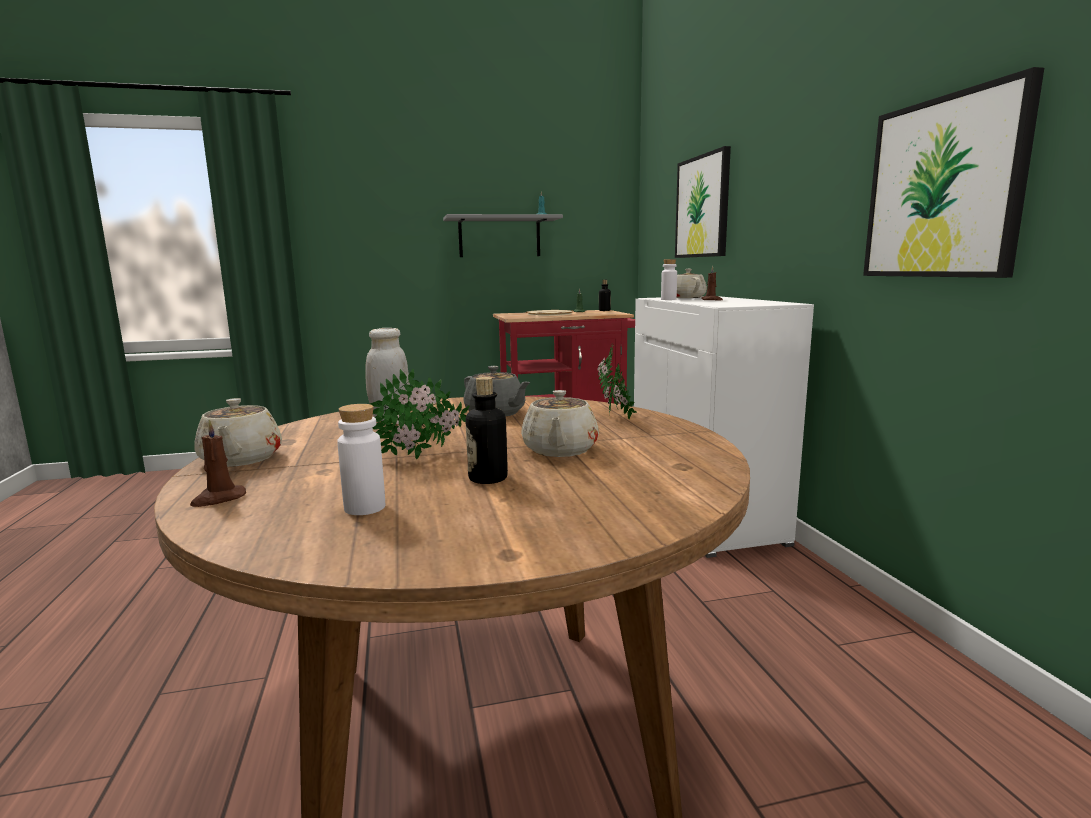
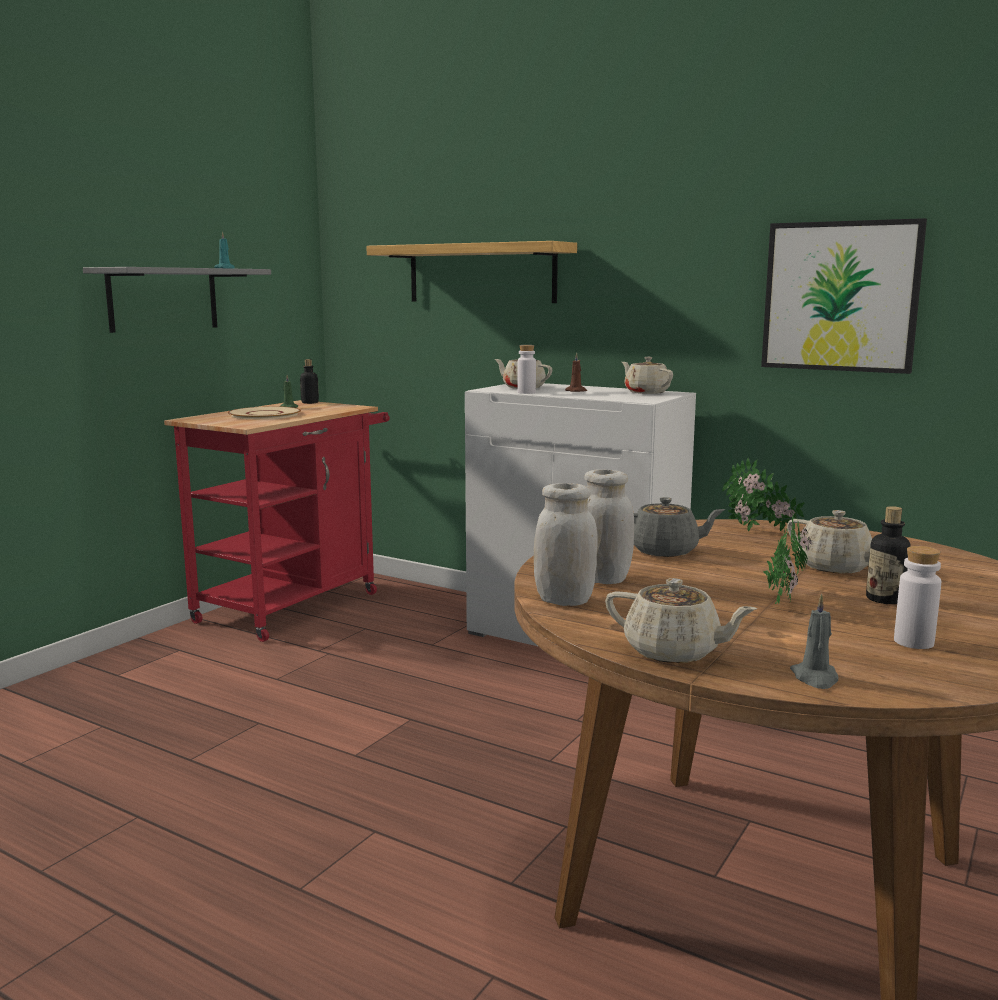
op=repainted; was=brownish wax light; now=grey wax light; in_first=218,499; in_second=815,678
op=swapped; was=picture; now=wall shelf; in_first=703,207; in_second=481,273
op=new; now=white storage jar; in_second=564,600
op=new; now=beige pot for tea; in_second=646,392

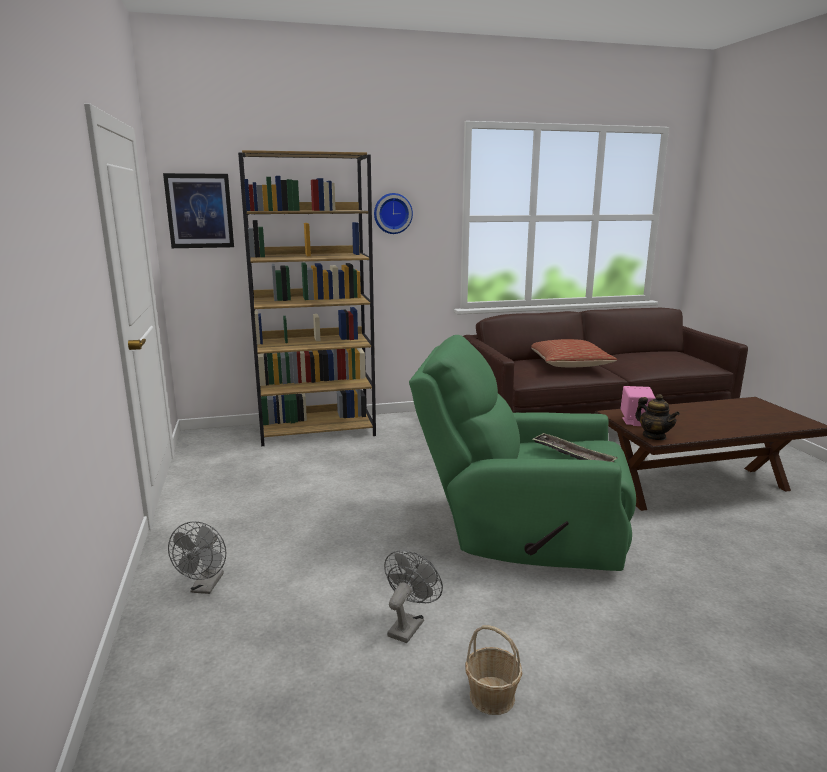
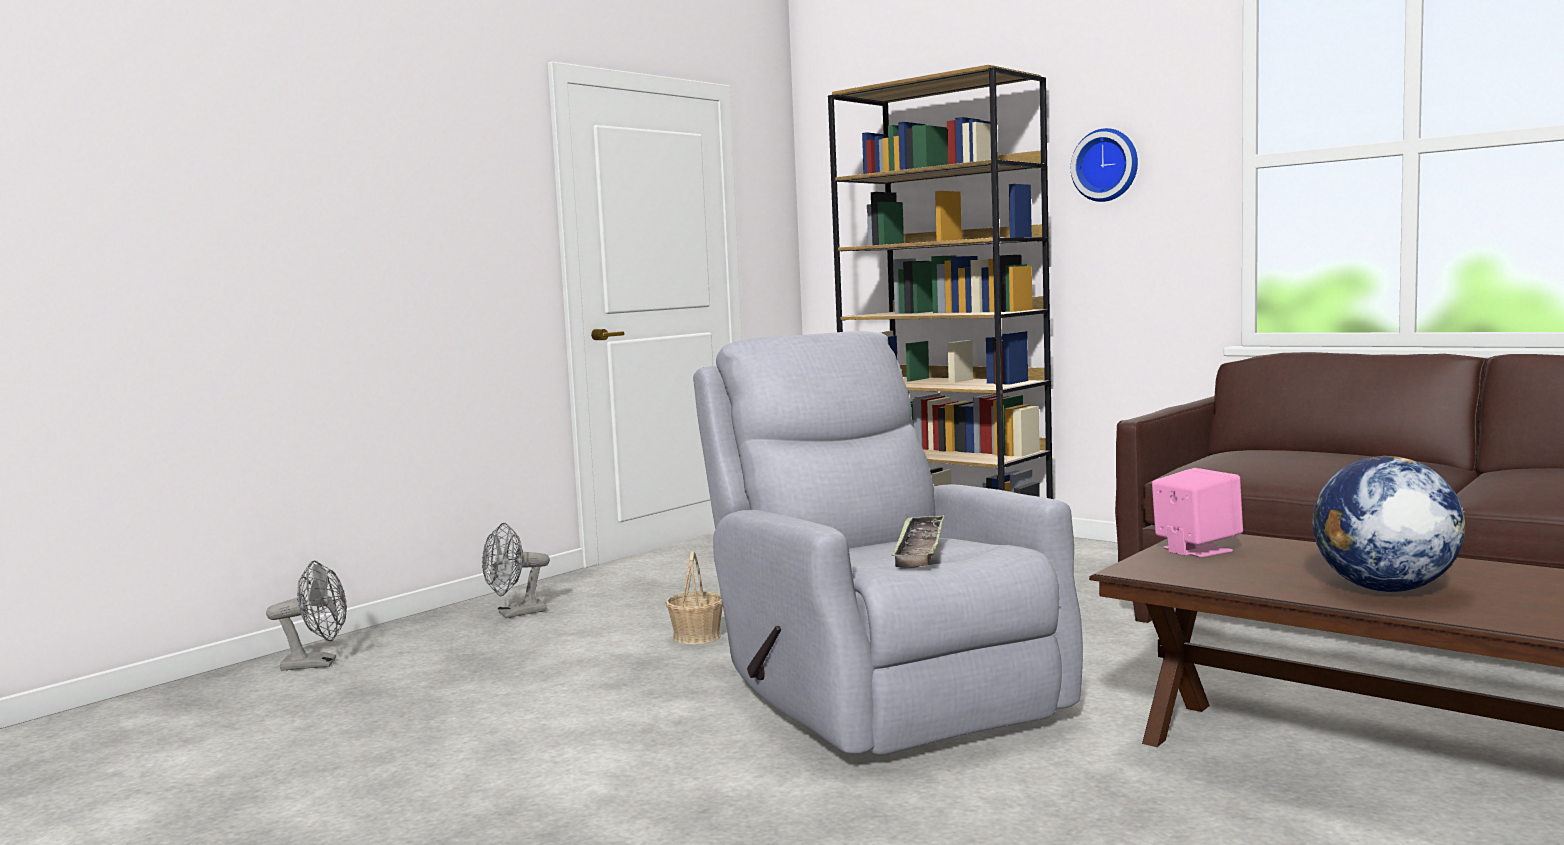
op=gone; was=picture; in_first=199,211
op=shifted; was=grey cooling fan; in_first=408,625; in_second=318,664
op=repainted; was=green lounge chair; now=grey lounge chair; in_first=520,533; in_second=878,690
op=shifted; was=basket; in_first=492,696; in_second=697,637
op=gone; was=throw pillow; in_first=569,364
op=gone; was=pot for tea; in_first=654,436
op=new; now=world globe; in_second=1384,589

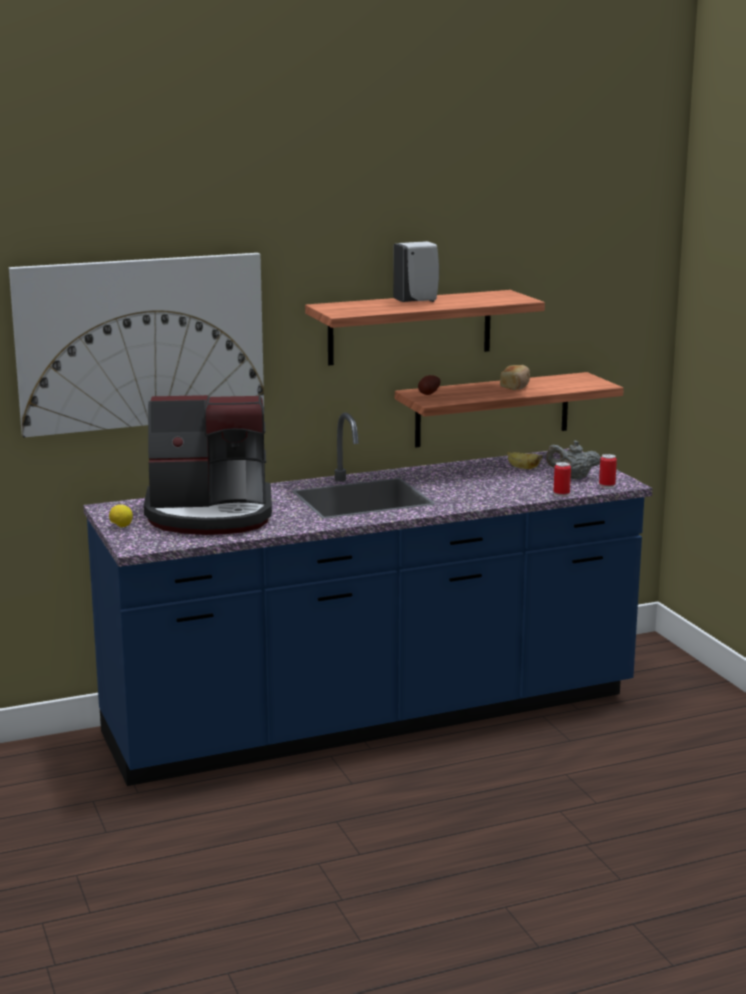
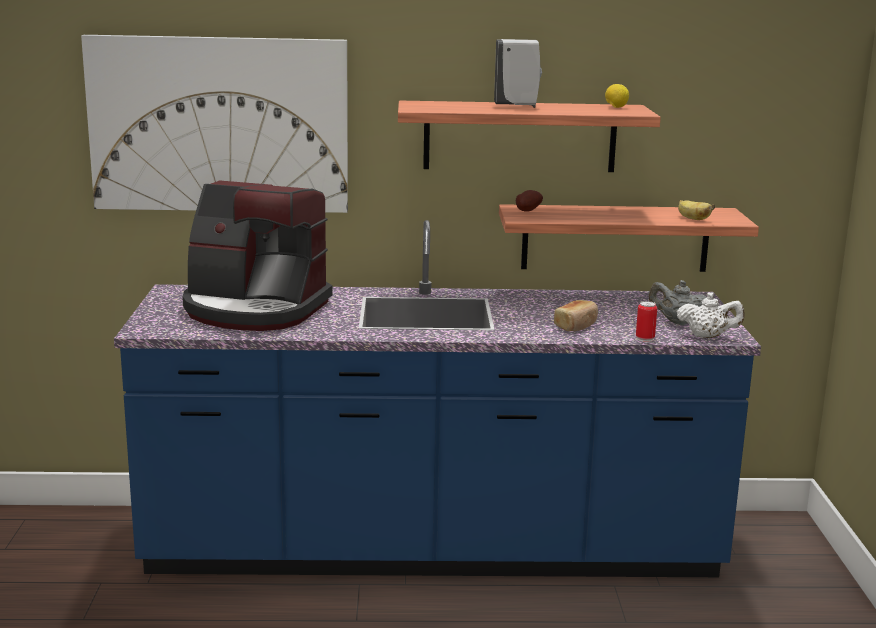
op=shifted; was=lemon; in_first=121,526; in_second=616,107
op=shifted; was=bread; in_first=515,386; in_second=576,325
op=shifted; was=whole banana; in_first=522,468; in_second=692,219
op=swapped; was=sealed can; now=white pot for tea; in_first=607,486; in_second=708,336

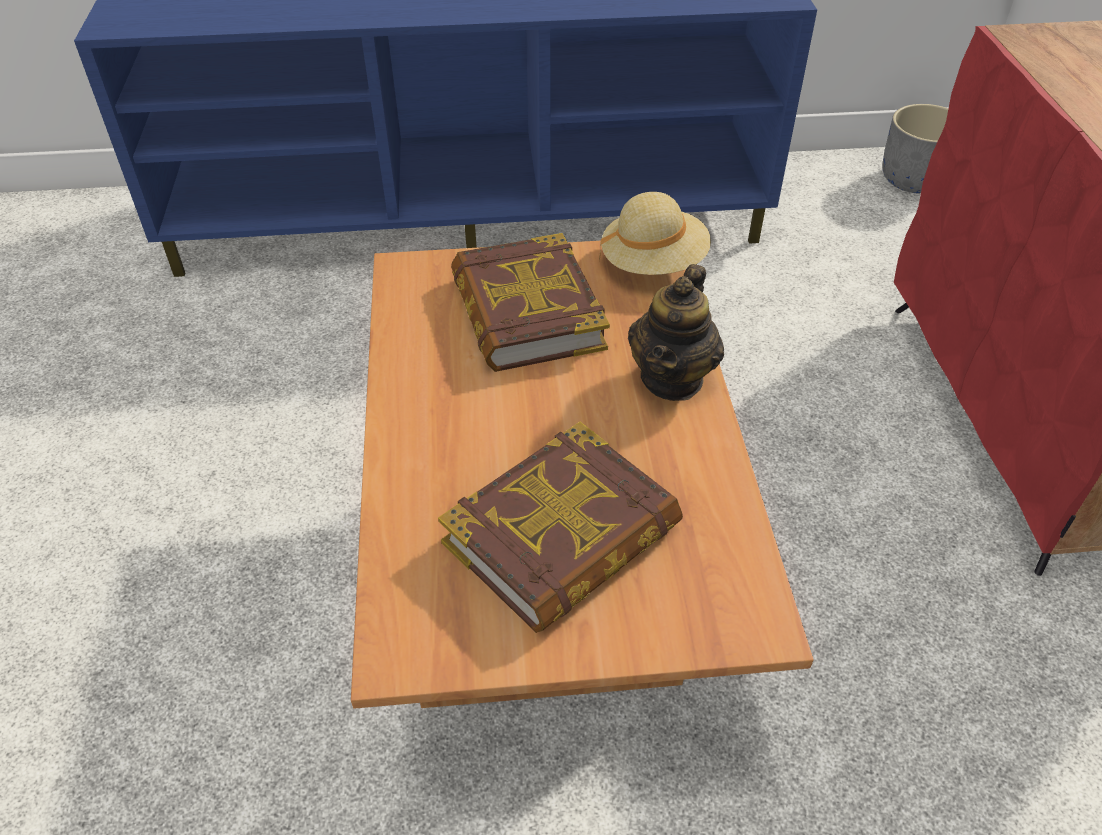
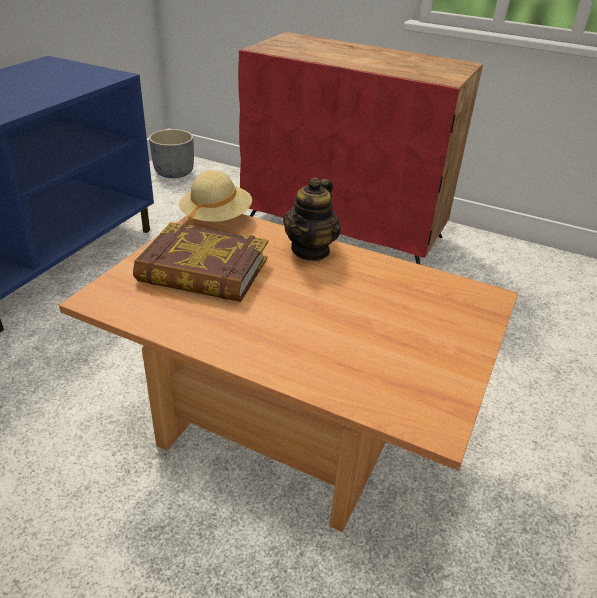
op=gone; was=bound book; in_first=562,536
op=rotated; was=pot for tea; in_first=672,378; in_second=311,250; clockwise=60

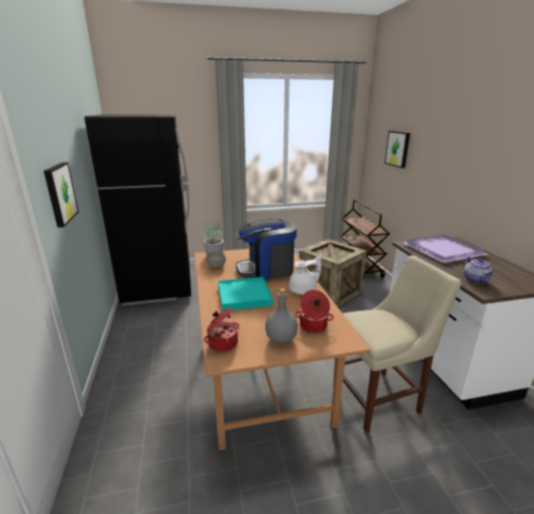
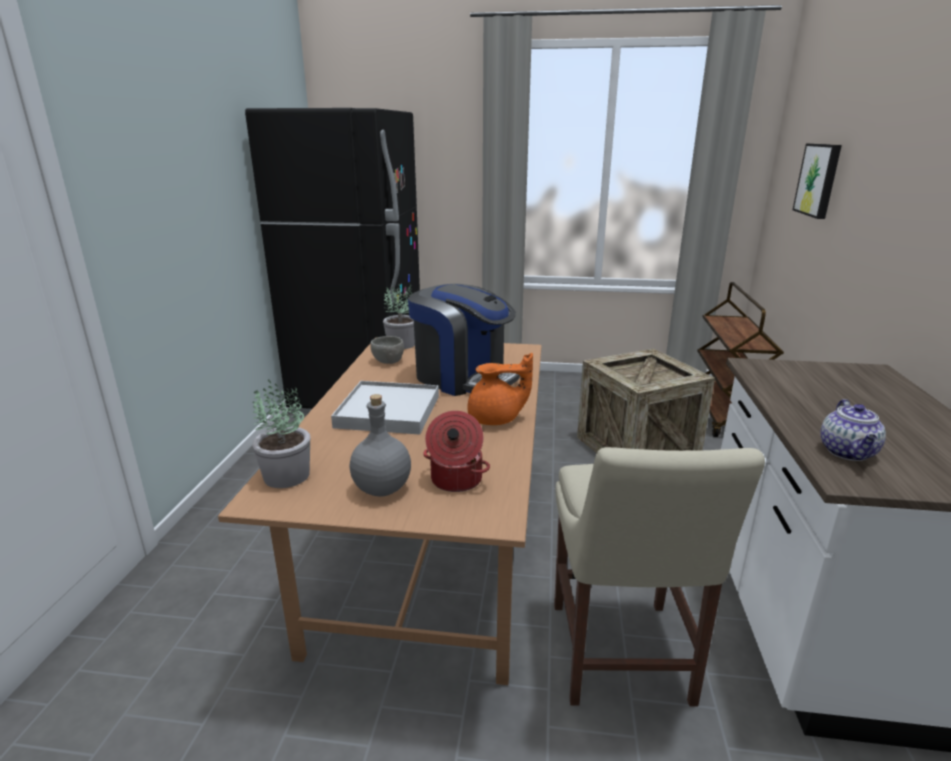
op=gone; was=picture; in_first=59,193
op=swapped; was=saucepot; now=plant in a pot; in_first=222,343; in_second=285,475
op=repainted; was=turquoise-coloured tray; now=white tray; in_first=244,296; in_second=388,411
op=rotated; was=coffee maker; in_first=266,270; in_second=463,377; clockwise=-150
op=repainted; was=white pot for tea; now=orange pot for tea; in_first=304,290; in_second=496,419
op=rotated; was=beige upright chair; in_first=379,398; in_second=620,658; clockwise=90
op=gone; was=purple-coloured tray; in_first=442,251

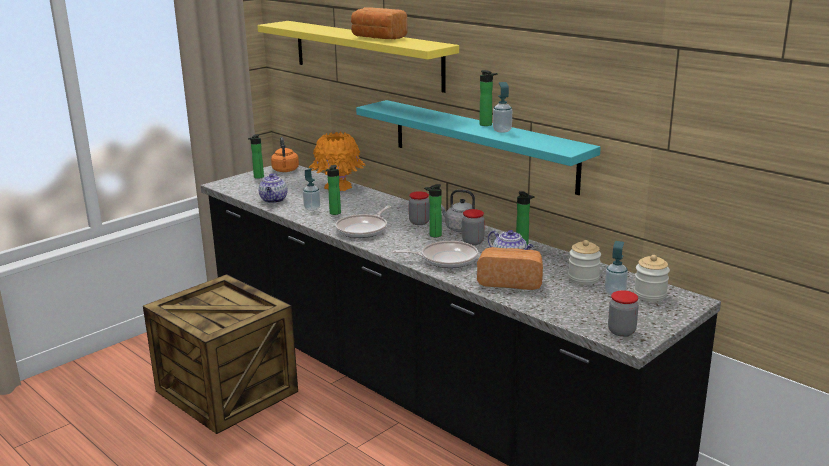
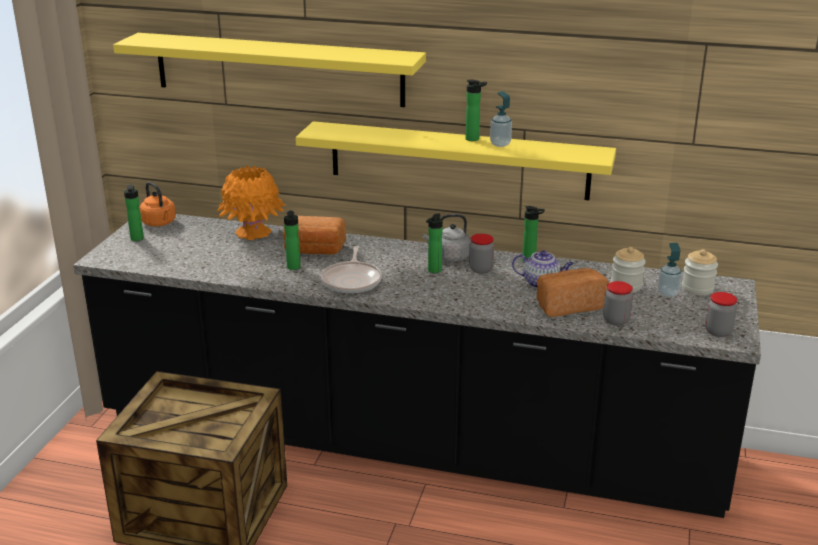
op=gone; was=pot for tea; in_first=274,200
op=gone; was=soap dispenser; in_first=312,208
op=shifted; was=bread; in_first=377,38; in_second=313,251
op=repainted; was=turquoise-coloured wall shelf; now=yellow-coloured wall shelf; in_first=481,144; in_second=458,160
op=gone; was=pan; in_first=446,259
op=shifted; was=storage jar; in_first=419,222; in_second=616,320

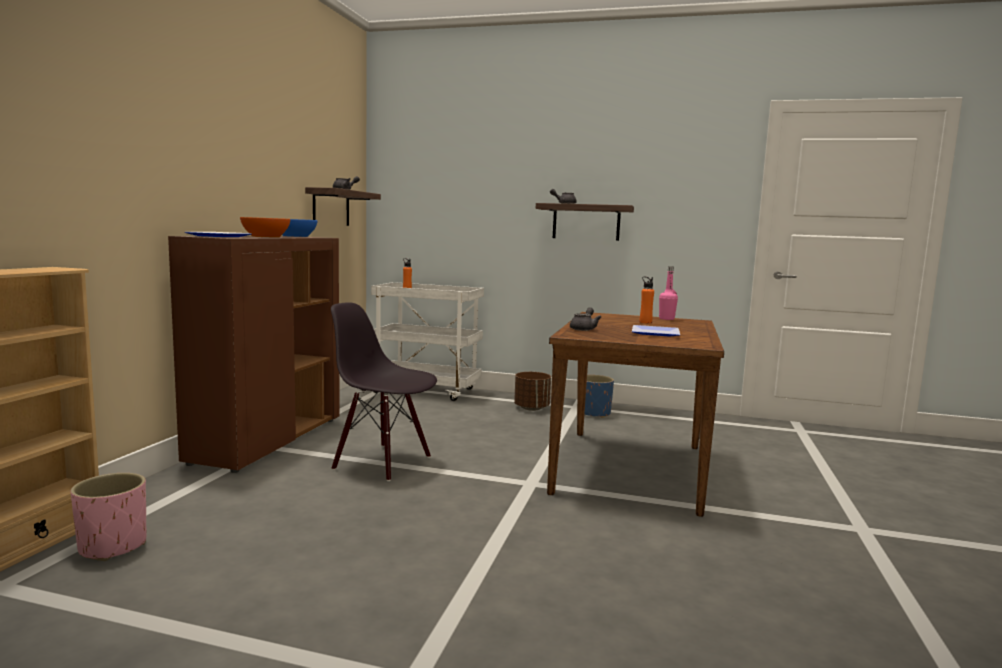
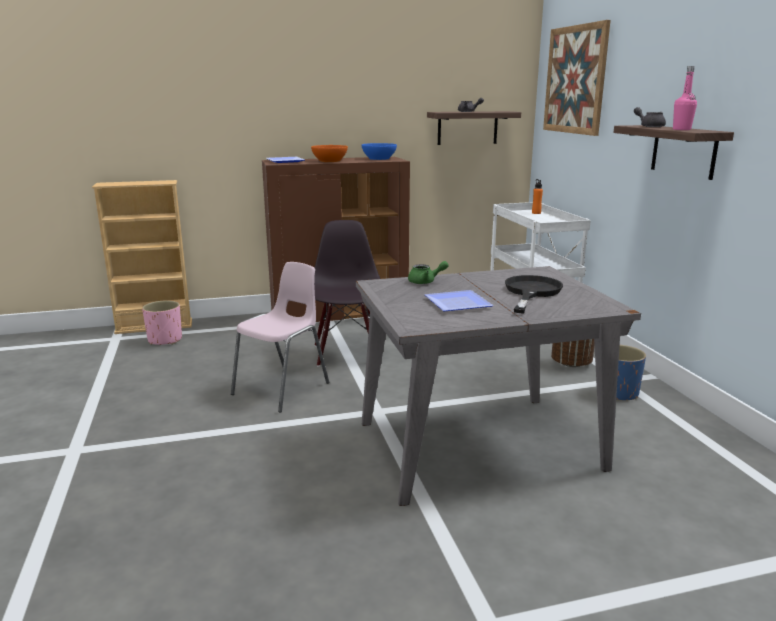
op=repainted; was=brownish dining table; now=grey dining table; in_first=630,467; in_second=480,445
op=repainted; was=grey pot for tea; now=green pot for tea; in_first=584,329; in_second=425,282
op=swapped; was=orange drink bottle; now=blackish pan; in_first=645,322; in_second=531,292
op=shifted; was=pink drink bottle; in_first=666,319; in_second=681,129
op=new; now=pink upright chair; in_second=283,389
op=new; now=picture; in_second=575,80

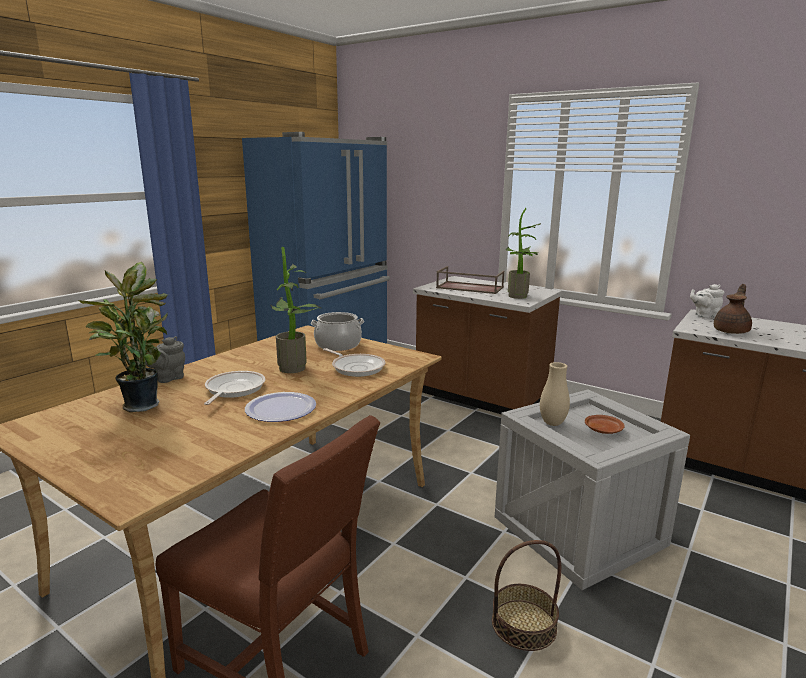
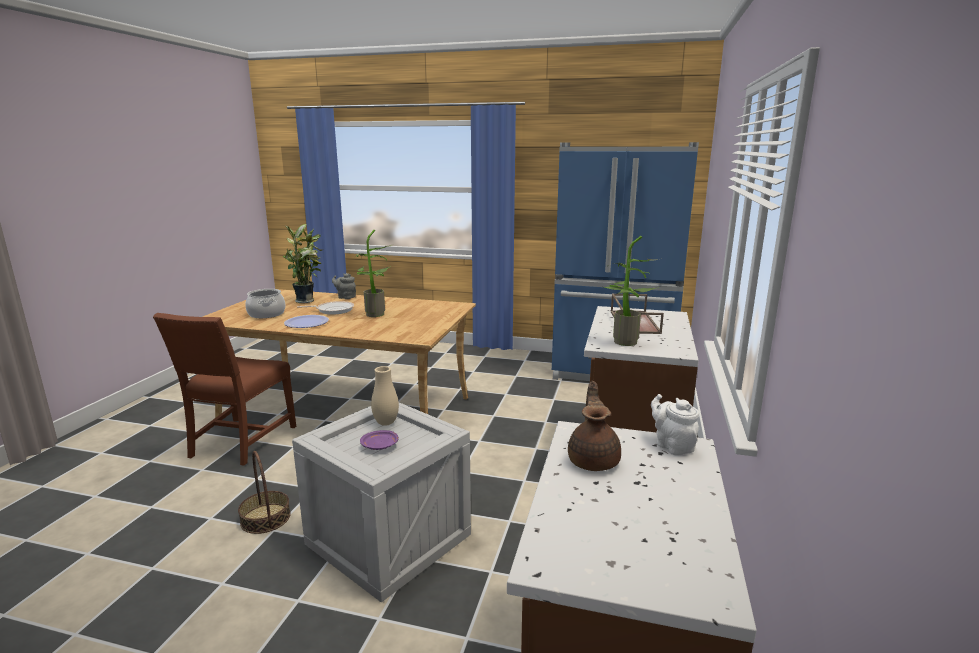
op=shifted; was=saucepot; in_first=338,345; in_second=267,314
op=gone; was=pan; in_first=356,367
op=repainted; was=brownish dinner plate; now=purple-coloured dinner plate; in_first=603,430; in_second=380,446
op=rotated; was=brownish pot for tea; in_first=731,331; in_second=594,460; clockwise=-105

